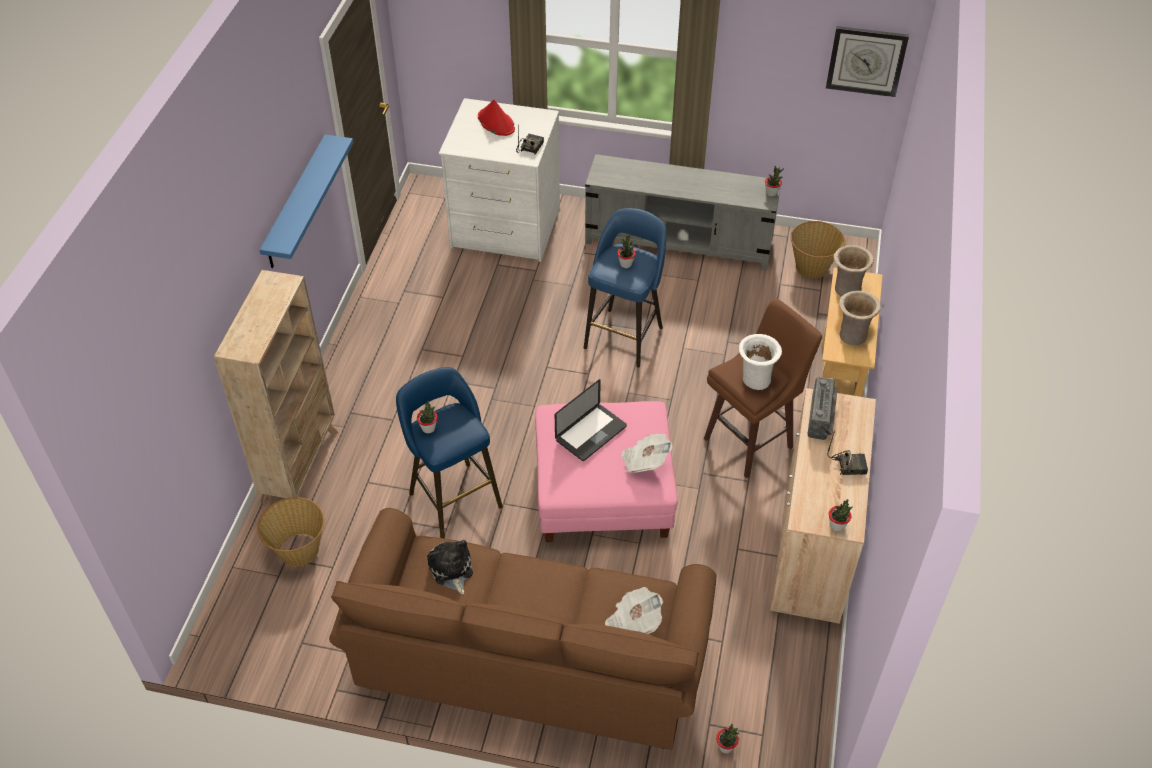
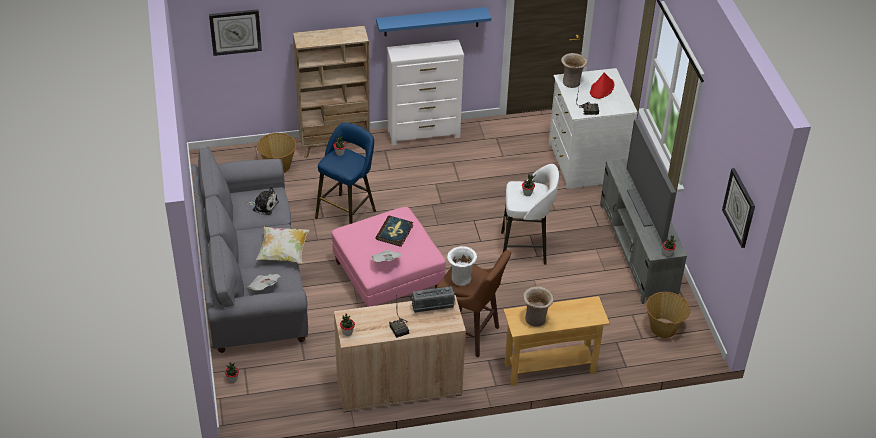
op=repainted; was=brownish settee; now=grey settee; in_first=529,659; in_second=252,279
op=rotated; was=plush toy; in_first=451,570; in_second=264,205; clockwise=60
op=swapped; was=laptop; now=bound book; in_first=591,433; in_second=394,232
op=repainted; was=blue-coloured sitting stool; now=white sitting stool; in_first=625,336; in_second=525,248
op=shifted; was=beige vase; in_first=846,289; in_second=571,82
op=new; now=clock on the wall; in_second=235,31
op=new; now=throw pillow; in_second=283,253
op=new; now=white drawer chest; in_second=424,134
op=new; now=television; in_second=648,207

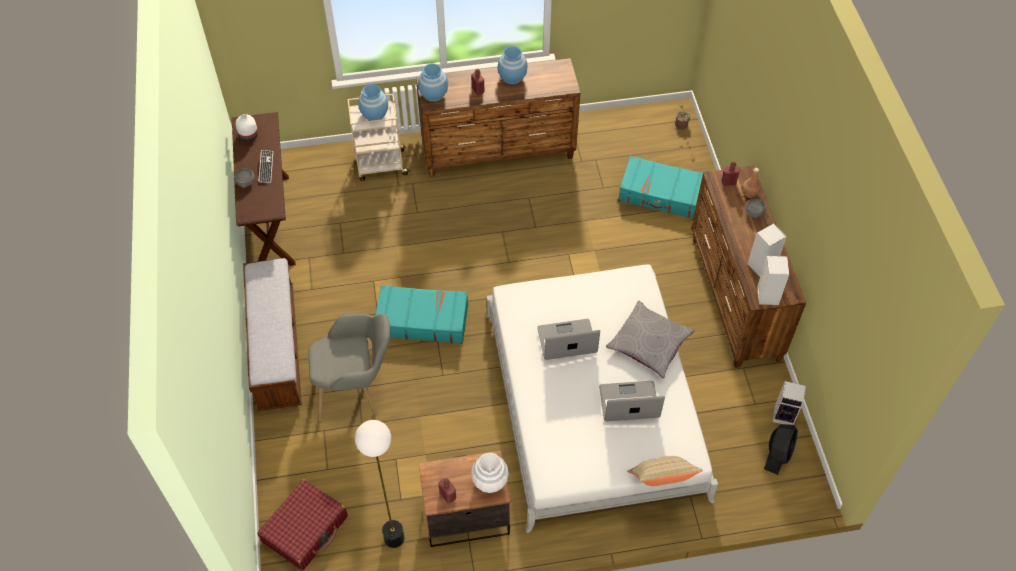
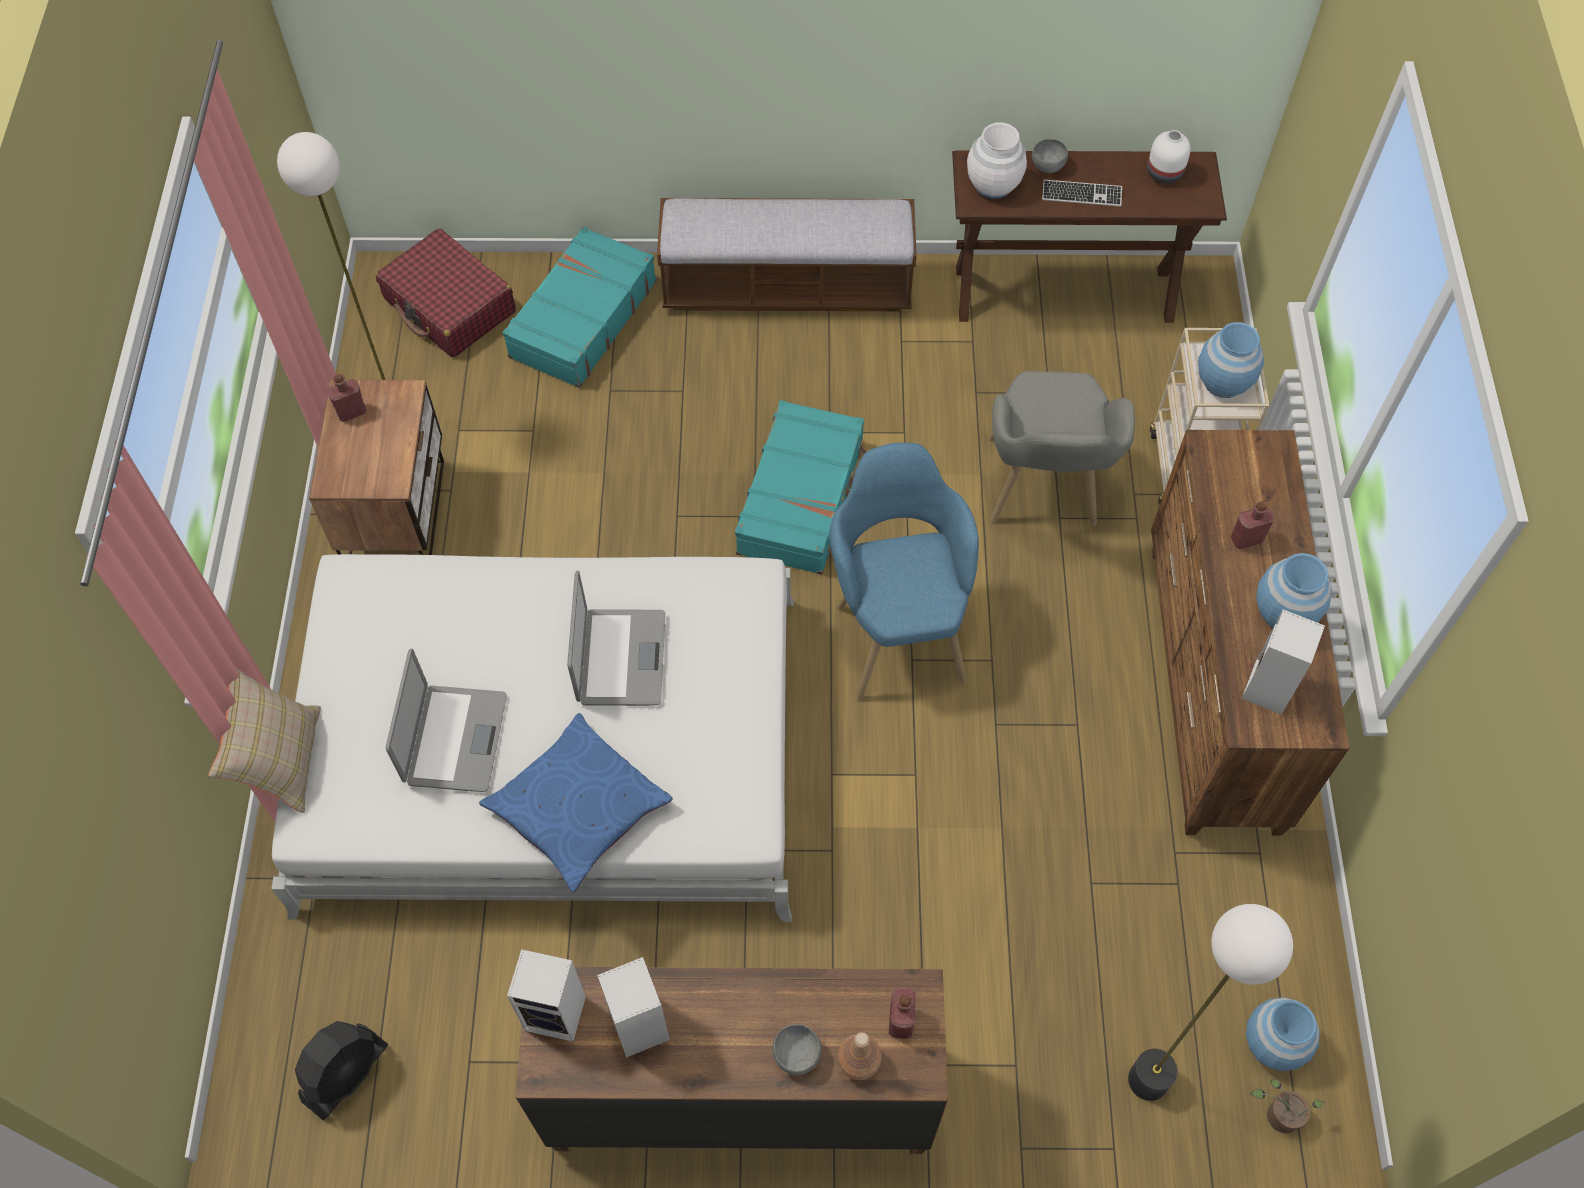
op=shifted; was=grey lounge chair; in_first=357,391; in_second=1042,497
op=shifted; was=blue-coloured vase; in_first=433,95; in_second=1273,1043
op=shifted; was=white vase; in_first=490,481; in_second=993,185
op=repainted; was=grey throw pillow; now=blue-coloured throw pillow; in_first=649,343; in_second=578,808
op=shifted; was=turquoise-coloured suitcase; in_first=662,195; in_second=582,319
op=rotated; was=blackish cooling fan; in_first=777,454; in_second=346,1073; clockwise=-90
op=shifted; was=audio speaker; in_first=784,415; in_second=1268,690
op=new; now=blue-coloured lounge chair; in_second=897,627
op=new; now=floor lamp; in_second=1148,1081

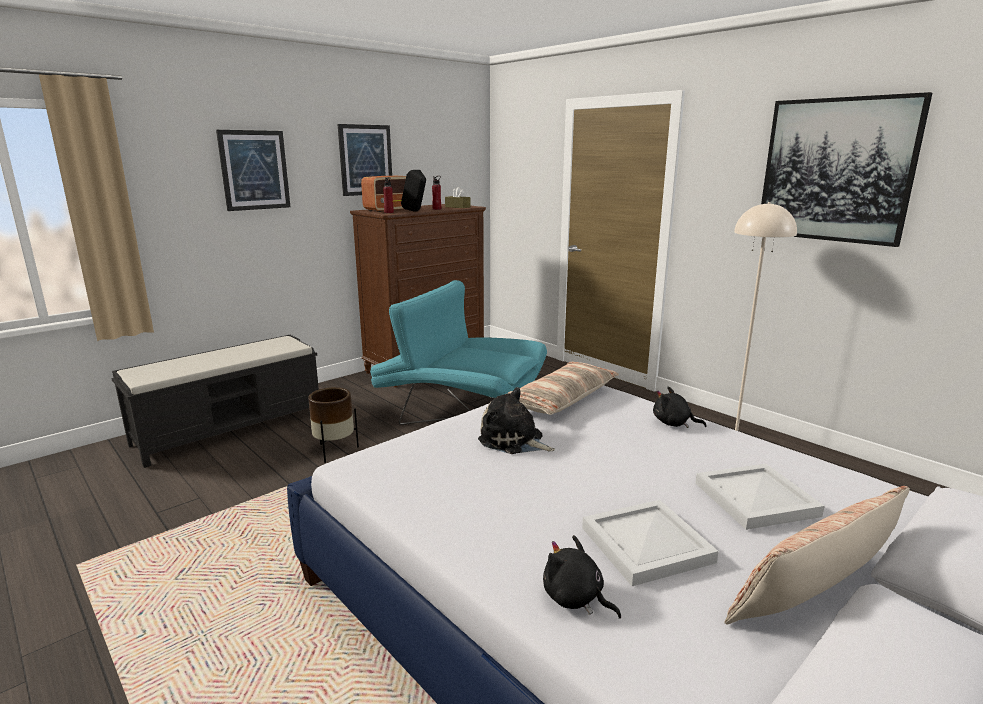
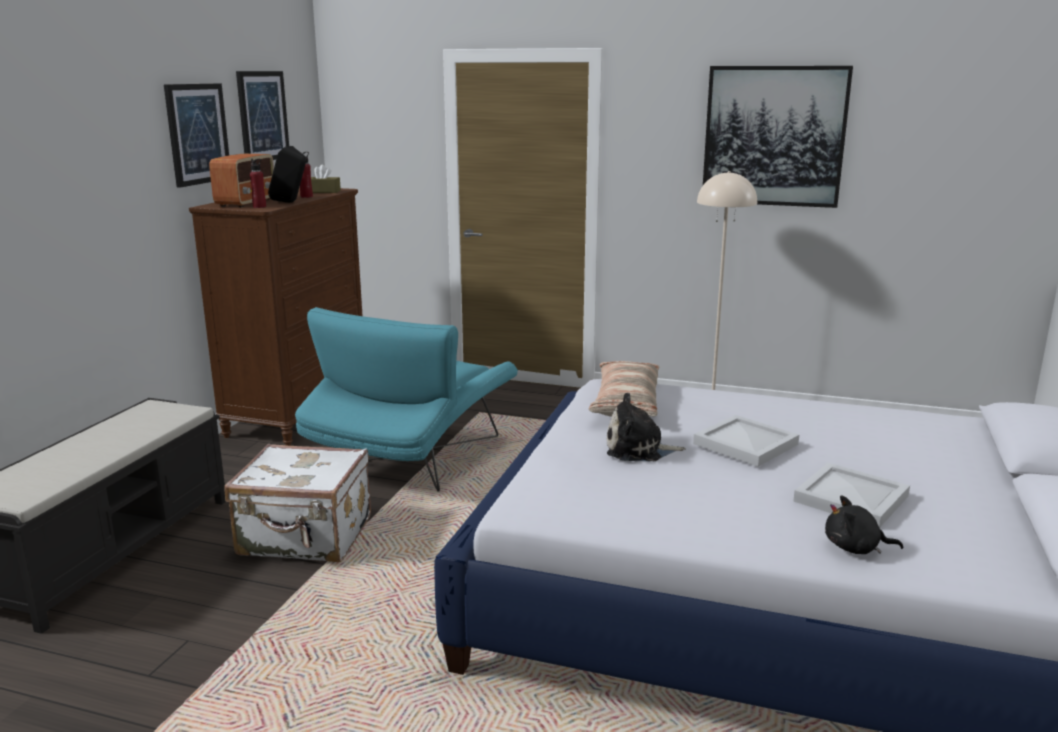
op=shifted; was=picture; in_first=254,170; in_second=262,116
op=swapped; was=brownish plant pot; now=white suitcase; in_first=335,451; in_second=306,538
op=rotated; was=turquoise-coloured lounge chair; in_first=460,413; in_second=411,458; clockwise=-60
op=gone; was=blackish plush toy; in_first=673,423
op=shifted; was=white tray; in_first=755,500; in_second=746,445
op=gone; was=throw pillow; in_first=814,591

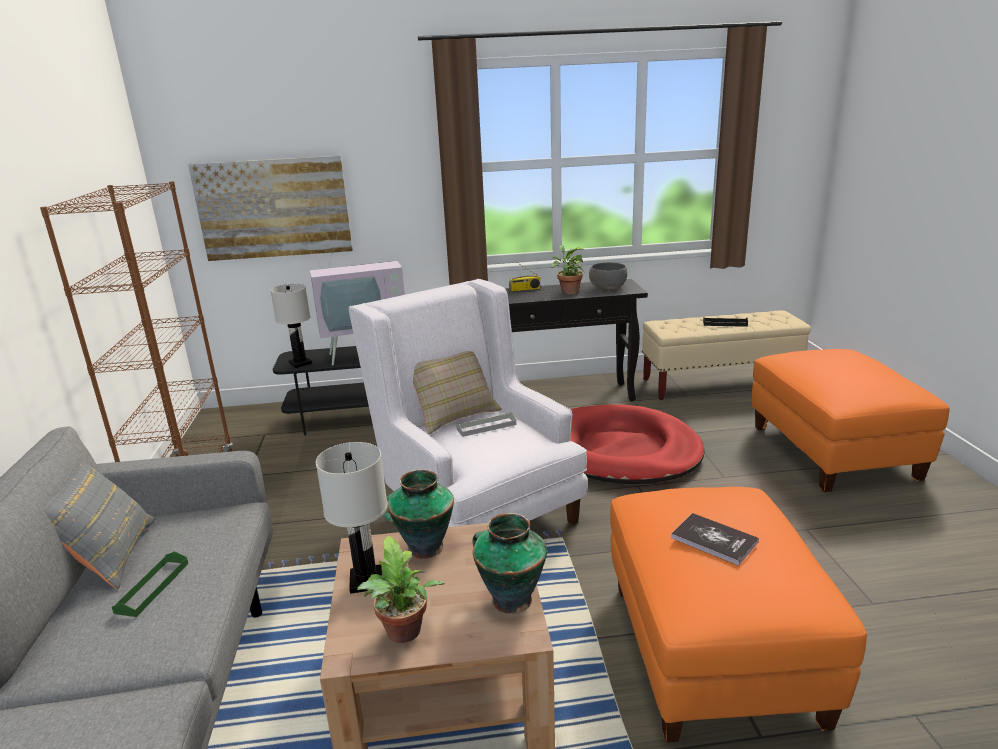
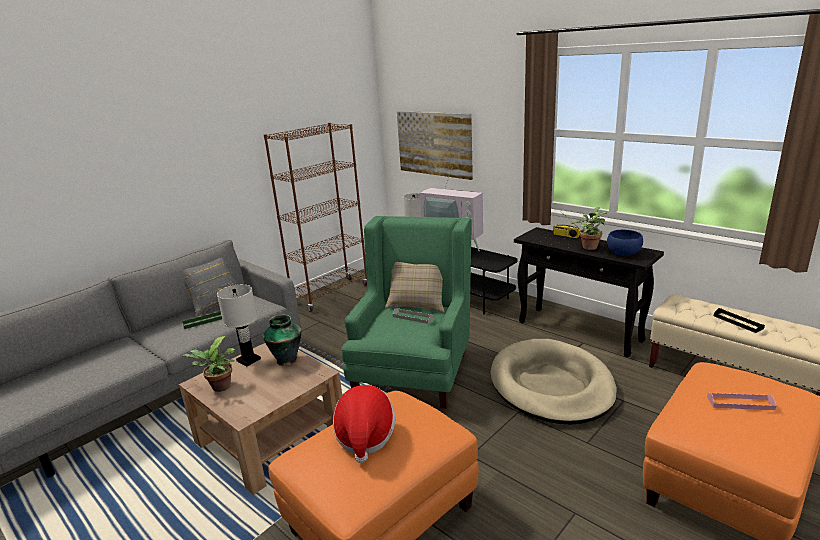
op=repainted; was=white lounge chair; now=green lounge chair; in_first=474,507; in_second=414,368
op=gone; was=vase; in_first=510,599
op=repainted; was=red-coloured dog bed; now=beige dog bed; in_first=622,451; in_second=551,385
op=repainted; was=grey serving bowl; now=blue-coloured serving bowl; in_first=607,288; in_second=623,253
op=swapped; was=bound book; now=clothing hat; in_first=714,540; in_second=365,436
op=new; now=pink tray; in_second=740,403

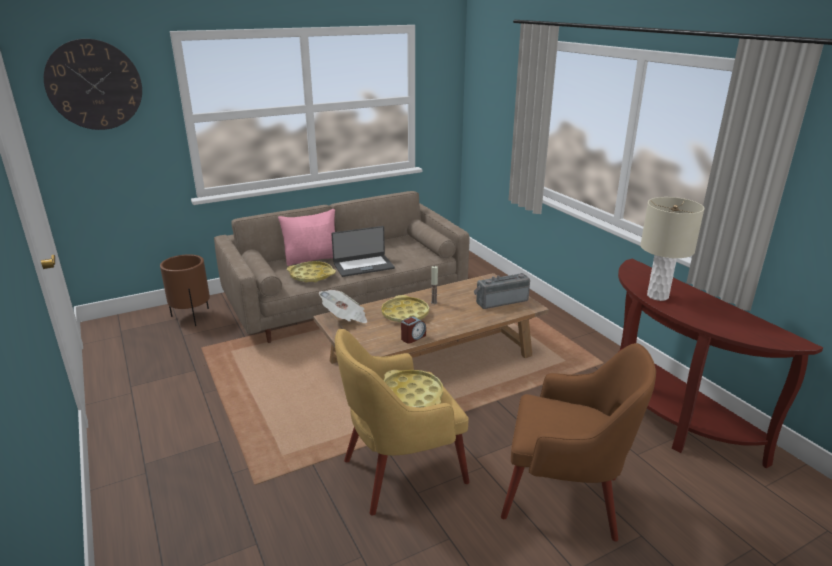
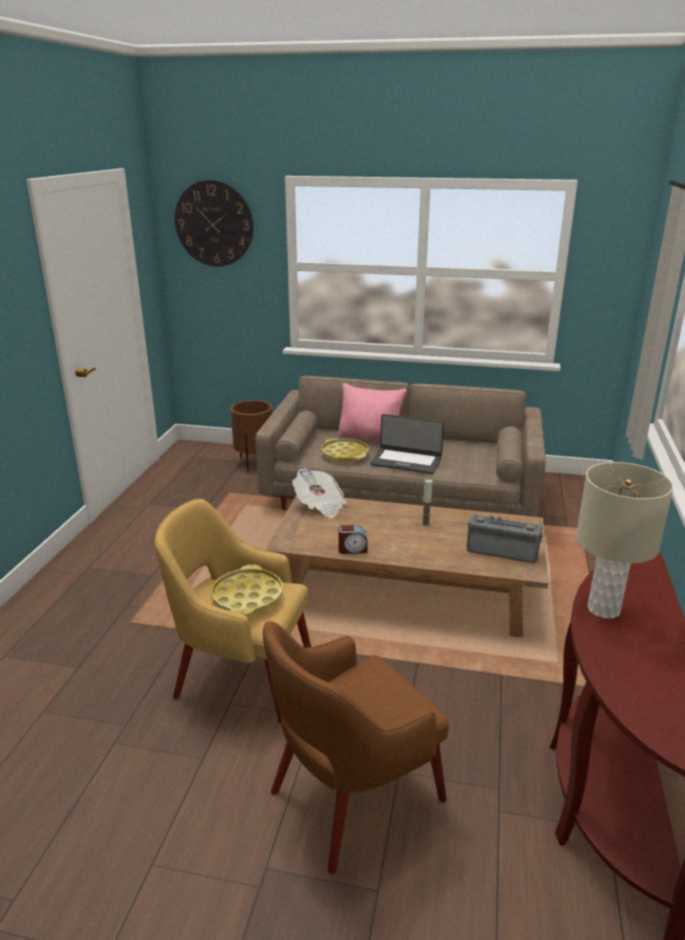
op=gone; was=yellow-coloured tray; in_first=405,314
op=rotated; was=brownish lounge chair; in_first=565,498; in_second=352,797; clockwise=90

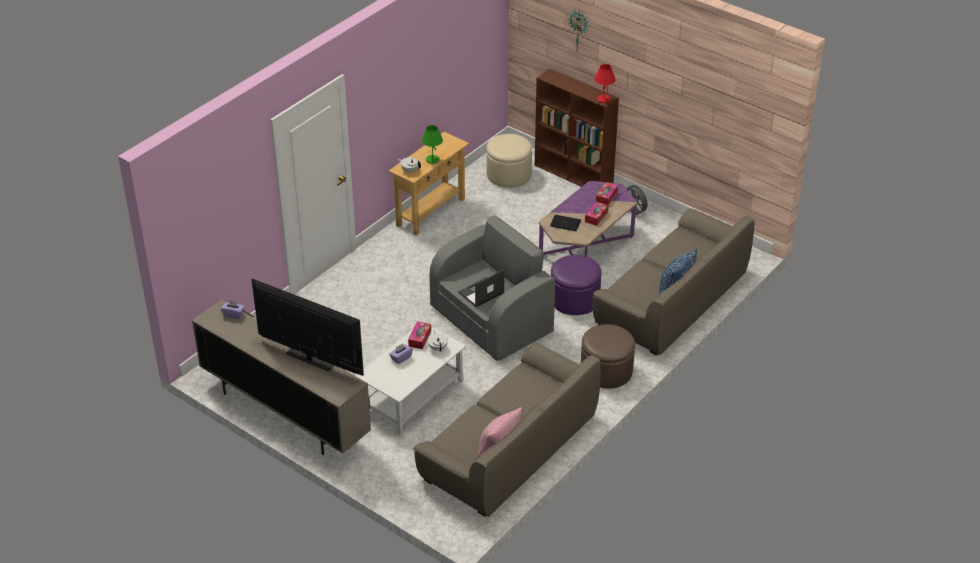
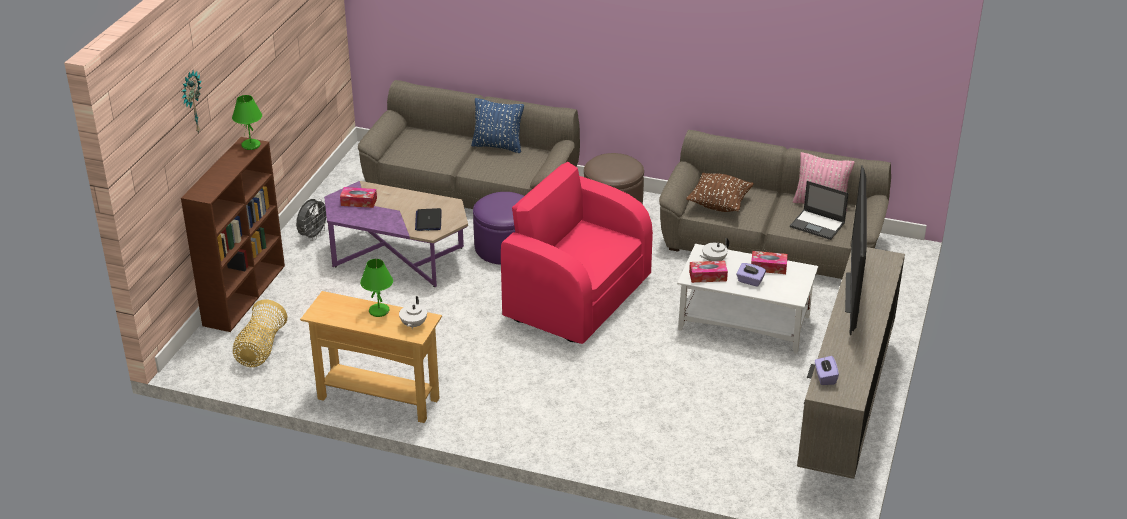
op=repainted; was=grey lounge chair; now=pink lounge chair; in_first=492,320; in_second=577,296
op=shifted; was=laptop; in_first=481,293; in_second=818,225
op=swapped; was=beige footrest; now=basket; in_first=509,174; in_second=260,349
op=shifted; was=tissue holder; in_first=596,216; in_second=768,267
op=repainted; was=red-coloured table lamp; now=green table lamp; in_first=603,99; in_second=251,145
op=new; now=brownish throw pillow; in_second=719,204

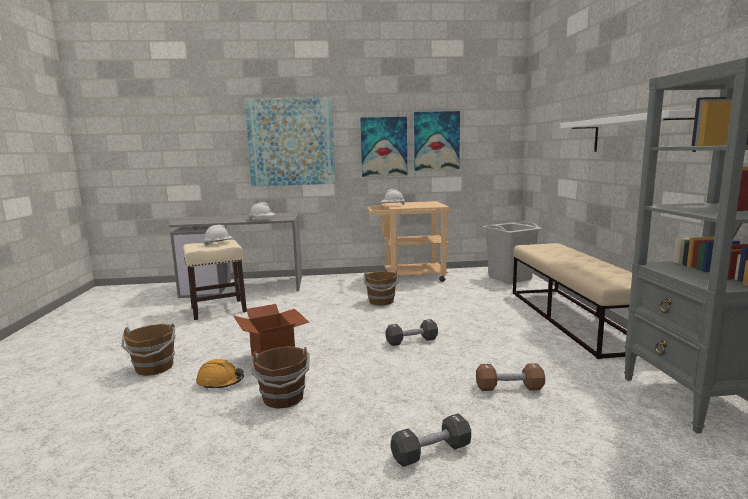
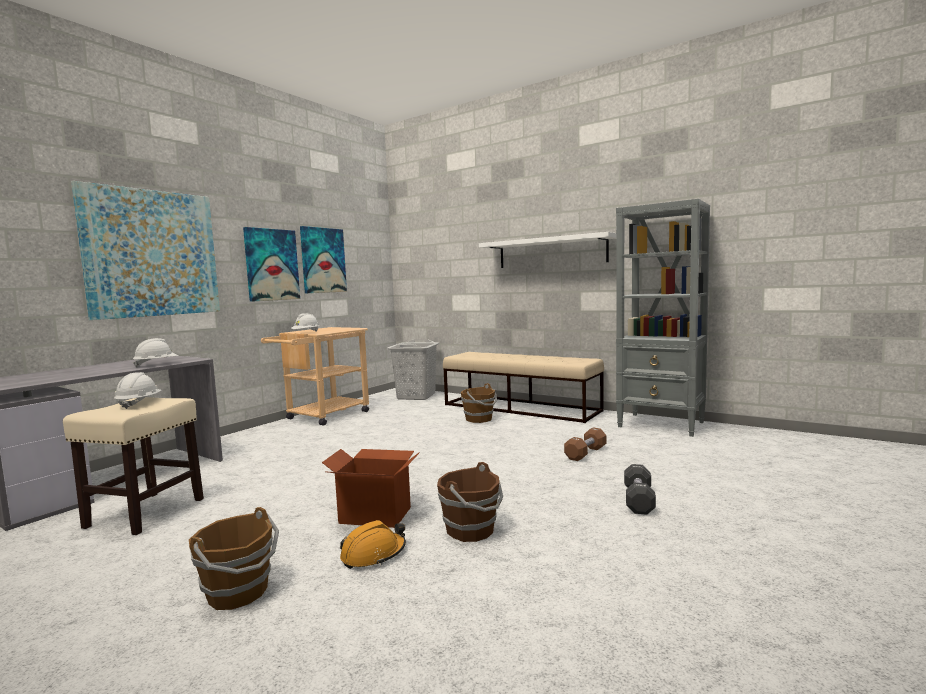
op=shifted; was=brownish pail; in_first=381,301; in_second=479,419
op=gone; was=blackish free weight; in_first=411,341

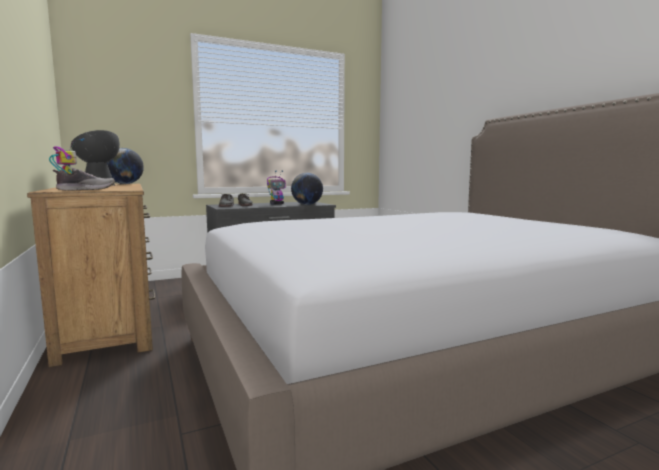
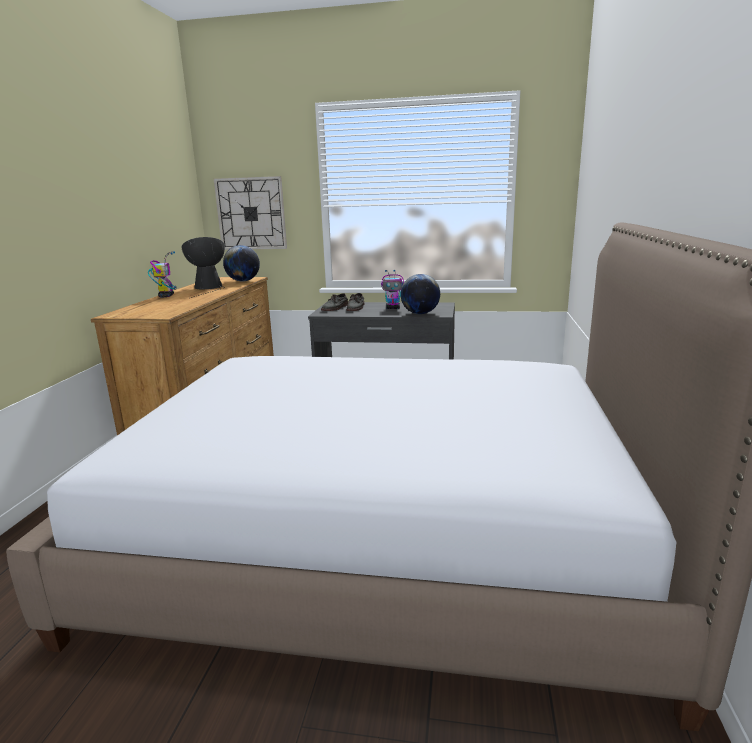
op=gone; was=item of footwear; in_first=86,190
op=new; now=clock on the wall; in_second=251,214

